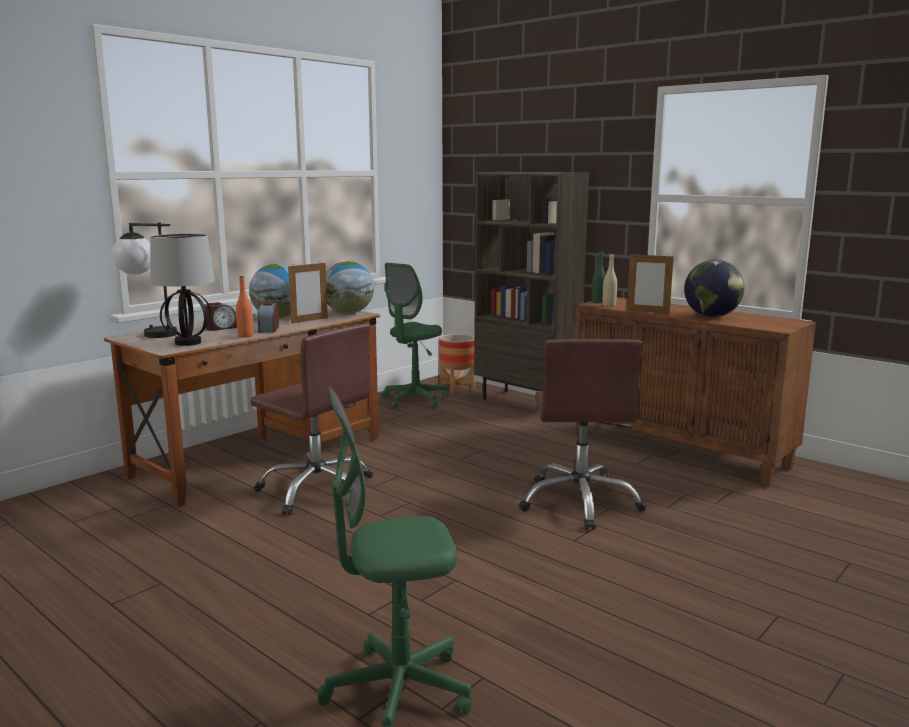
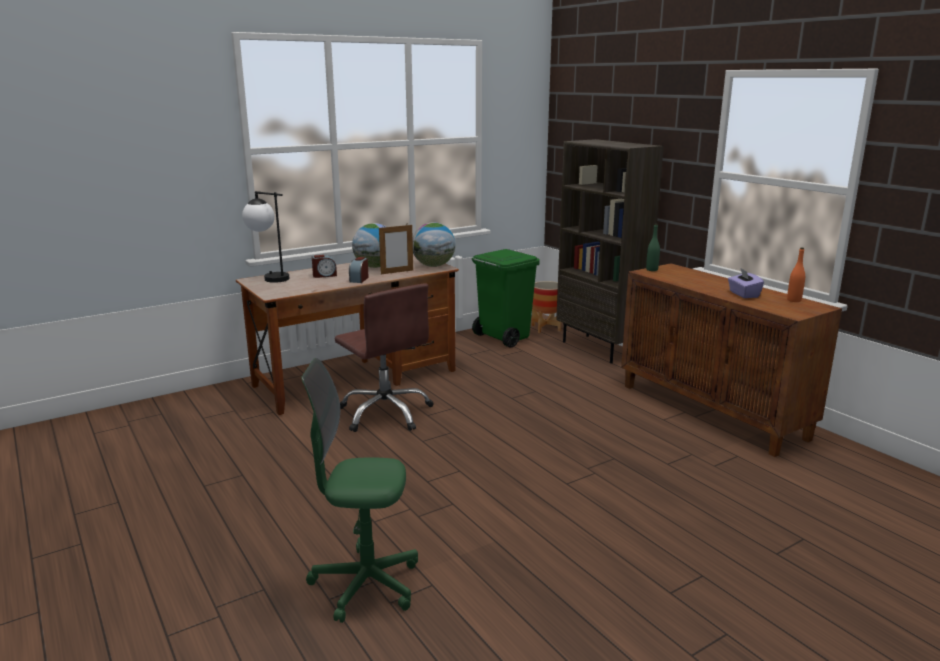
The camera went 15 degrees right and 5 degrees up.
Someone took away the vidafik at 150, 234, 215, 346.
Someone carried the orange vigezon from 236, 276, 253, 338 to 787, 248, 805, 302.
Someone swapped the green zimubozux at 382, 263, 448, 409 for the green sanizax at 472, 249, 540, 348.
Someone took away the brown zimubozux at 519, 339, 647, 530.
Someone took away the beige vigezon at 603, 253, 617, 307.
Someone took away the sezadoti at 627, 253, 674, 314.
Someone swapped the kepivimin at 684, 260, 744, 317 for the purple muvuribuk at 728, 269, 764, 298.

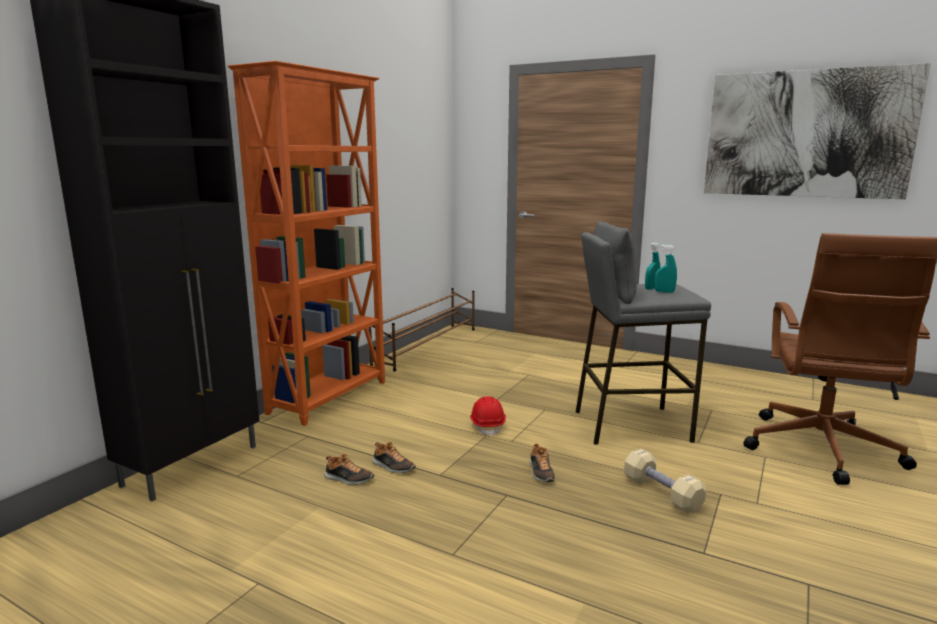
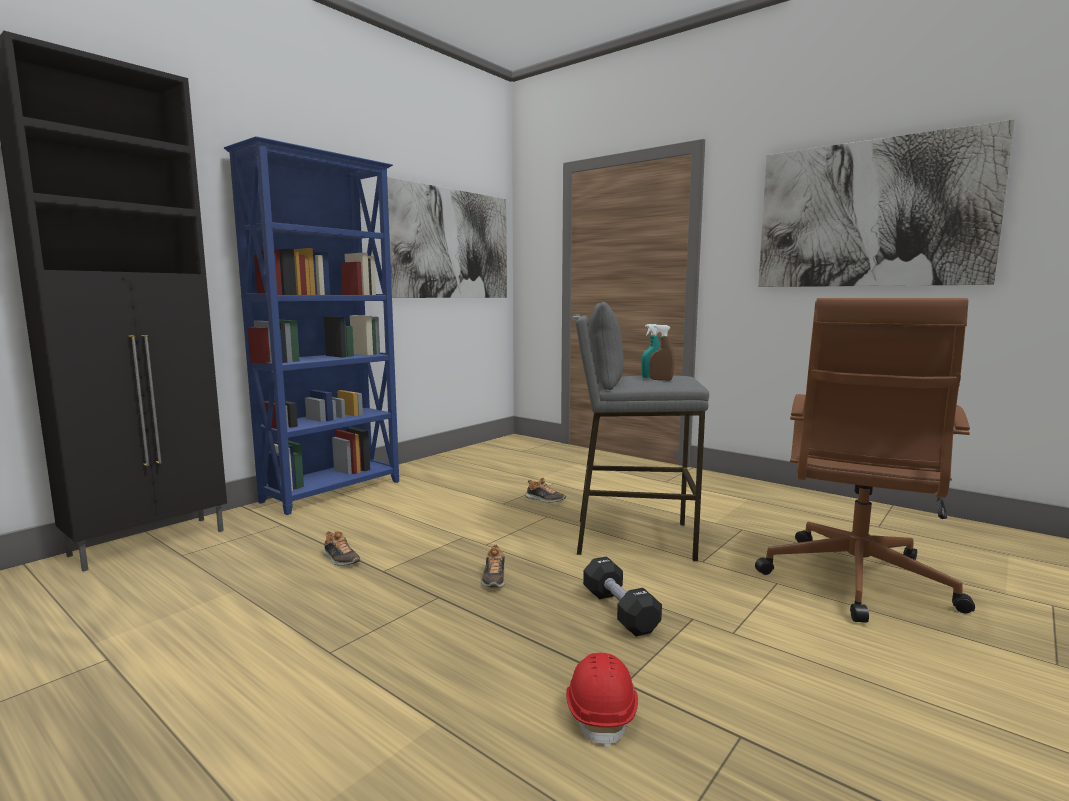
The camera went 10 degrees right and 5 degrees down.
Someone repainted the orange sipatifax at 228, 61, 385, 426, which became the blue sipatifax at 224, 136, 399, 515.
Someone carried the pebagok from 324, 453, 374, 485 to 525, 477, 566, 503.
Someone took away the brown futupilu at 368, 288, 475, 371.
Someone carried the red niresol from 470, 396, 506, 437 to 566, 652, 638, 748.
Someone repainted the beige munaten at 624, 448, 706, 514, which became the black munaten at 583, 557, 662, 636.
Someone repainted the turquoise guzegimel at 655, 245, 677, 293, which became the brown guzegimel at 649, 325, 674, 381.
Someone put up the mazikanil at 387, 177, 507, 298.

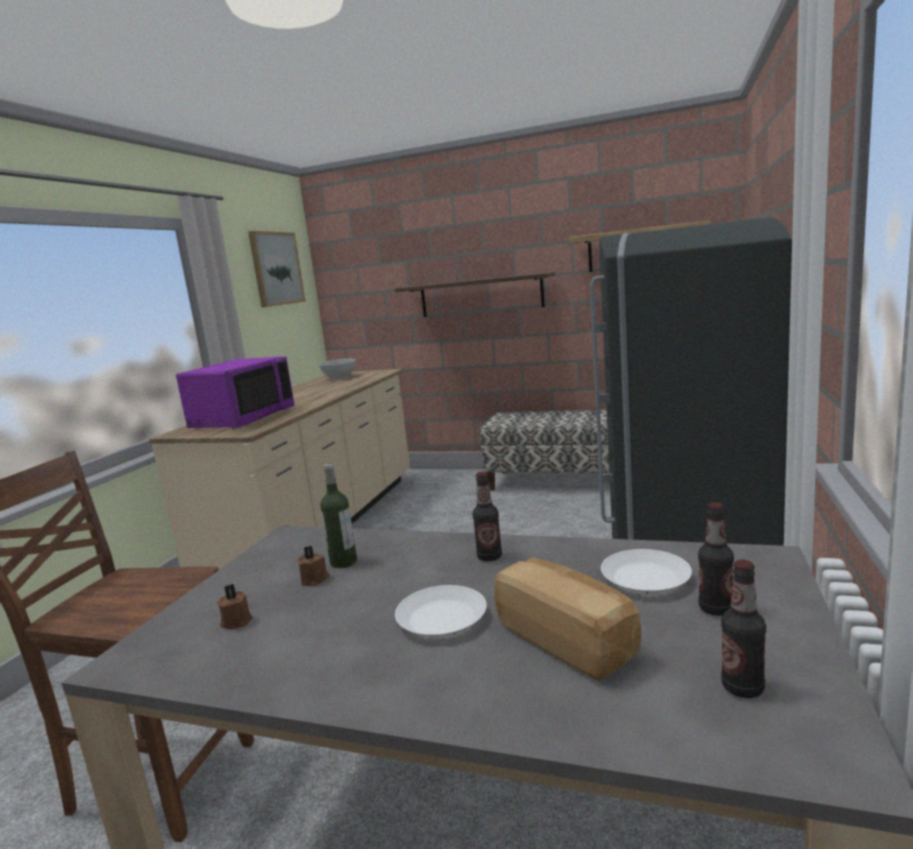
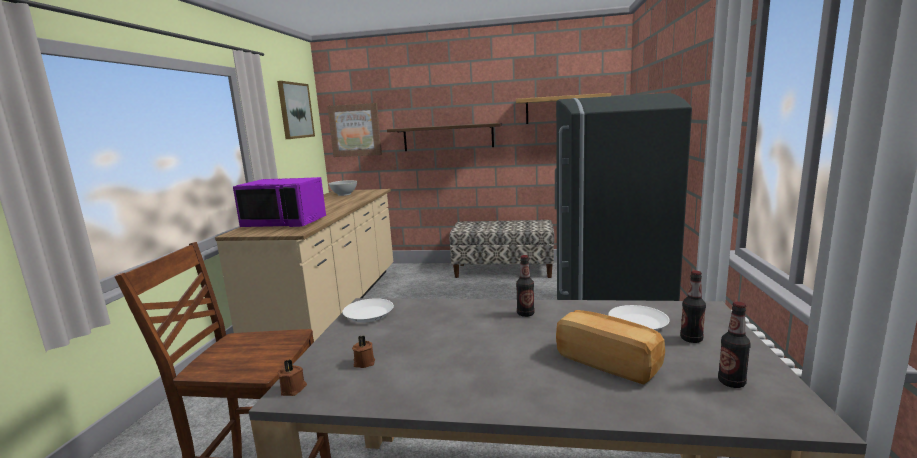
The camera went 10 degrees left and 0 degrees up.
Someone rotated the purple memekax at 176, 356, 295, 428 by 90 degrees clockwise.
Someone carried the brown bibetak from 297, 546, 330, 586 to 278, 359, 307, 396.
Someone took away the vigezon at 320, 464, 357, 568.
Someone carried the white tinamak from 395, 585, 487, 638 to 342, 298, 394, 322.
Someone put up the mazikanil at 327, 103, 382, 157.

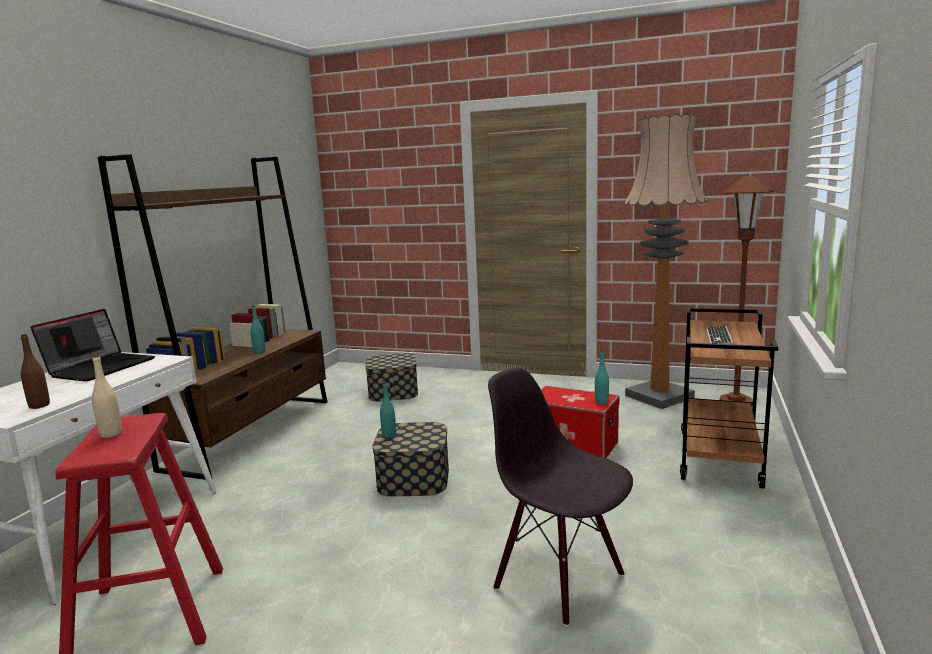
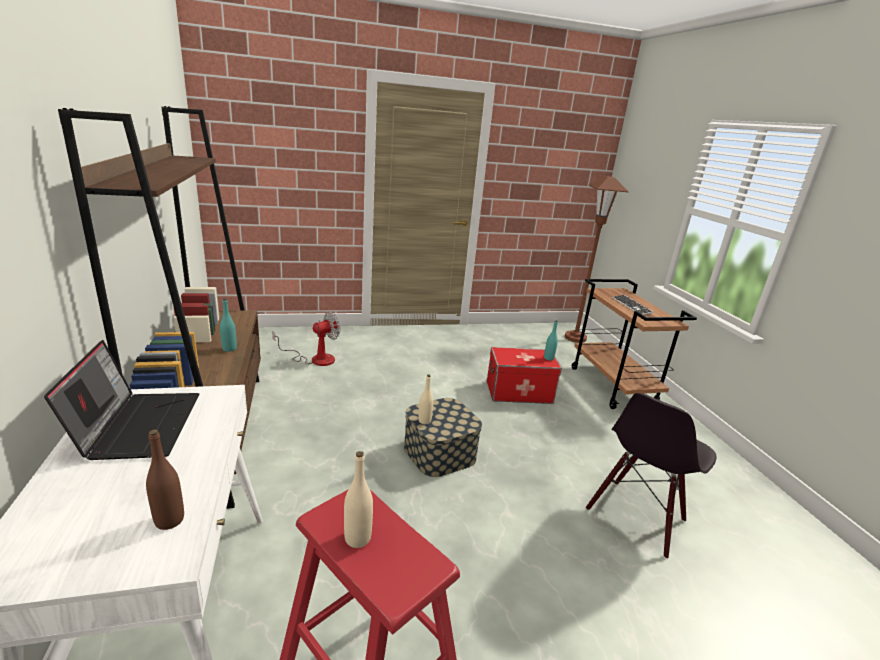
The camera went 35 degrees left and 10 degrees up.
Someone swapped the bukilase at 365, 353, 418, 401 for the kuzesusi at 272, 312, 340, 366.
Someone repainted the turquoise vigezon at 380, 382, 396, 438, which became the beige vigezon at 418, 374, 433, 424.
Someone rotated the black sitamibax at 488, 368, 633, 626 by 60 degrees counterclockwise.
Someone took away the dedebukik at 625, 113, 707, 409.

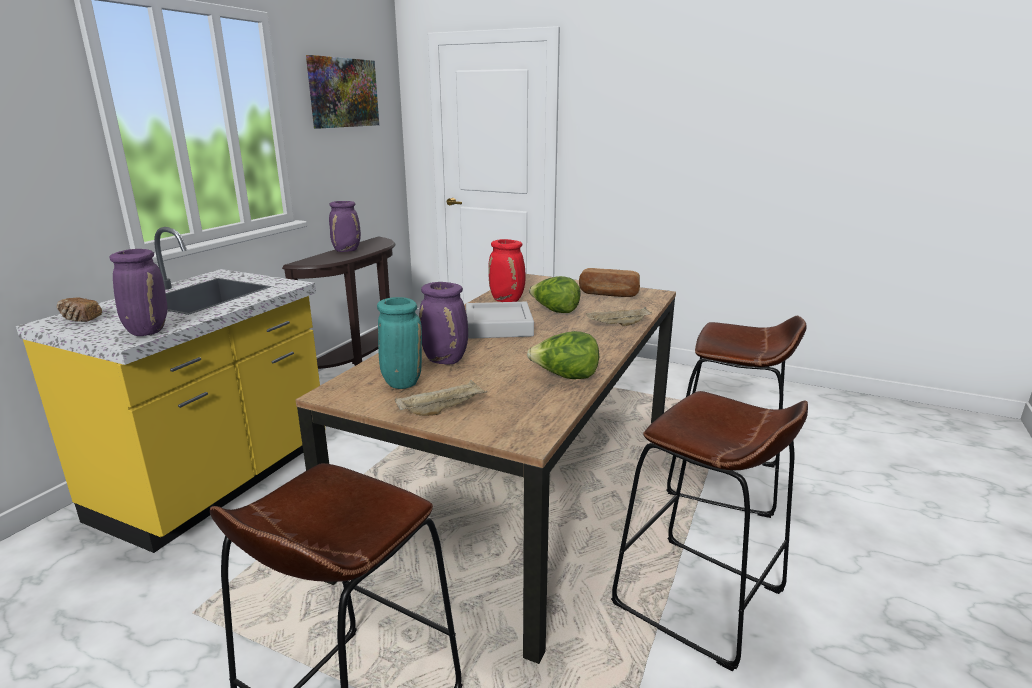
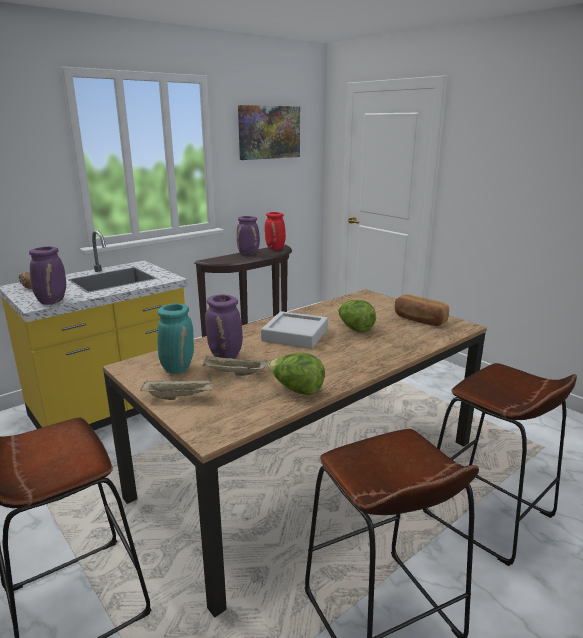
The camera went 25 degrees right and 0 degrees up.
Someone carried the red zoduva from 488, 239, 525, 302 to 265, 212, 286, 250.
Someone carried the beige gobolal from 586, 307, 652, 326 to 202, 355, 267, 376.

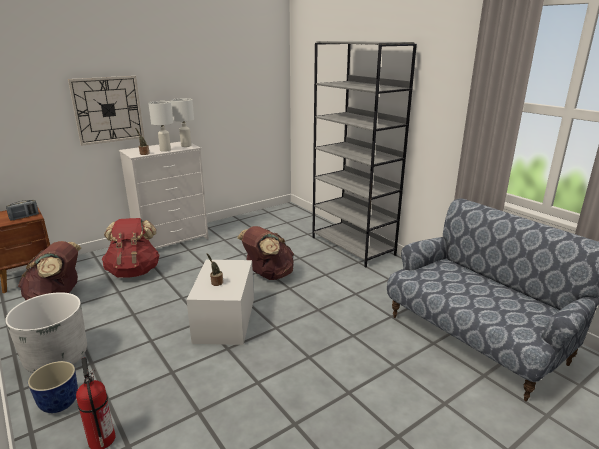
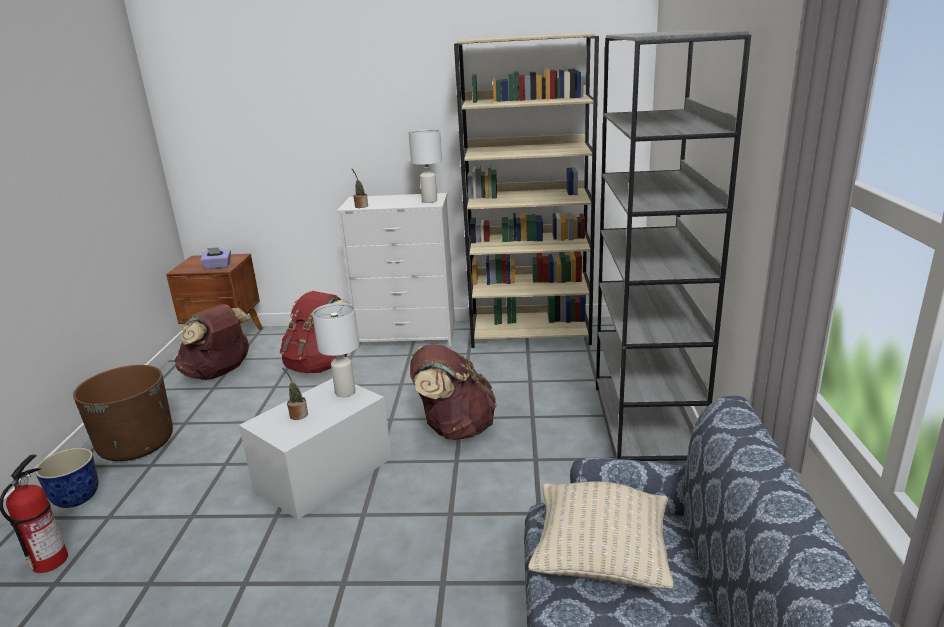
The camera went 40 degrees right and 0 degrees up.
Someone repainted the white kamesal at 5, 292, 87, 373, which became the brown kamesal at 73, 365, 173, 461.
Someone swapped the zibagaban at 6, 200, 39, 221 for the purple muvuribuk at 200, 247, 231, 269.
Someone took away the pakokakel at 68, 76, 144, 146.
Someone carried the white vidafik from 148, 101, 173, 152 to 312, 303, 359, 397.
Someone put down the beige sipatifax at 454, 33, 599, 348.
Someone put down the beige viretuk at 528, 482, 673, 588.

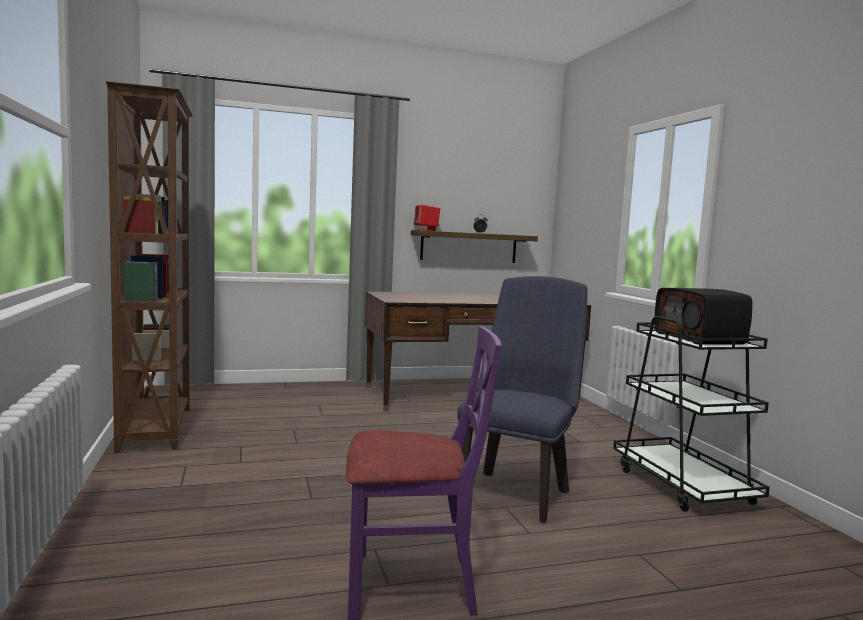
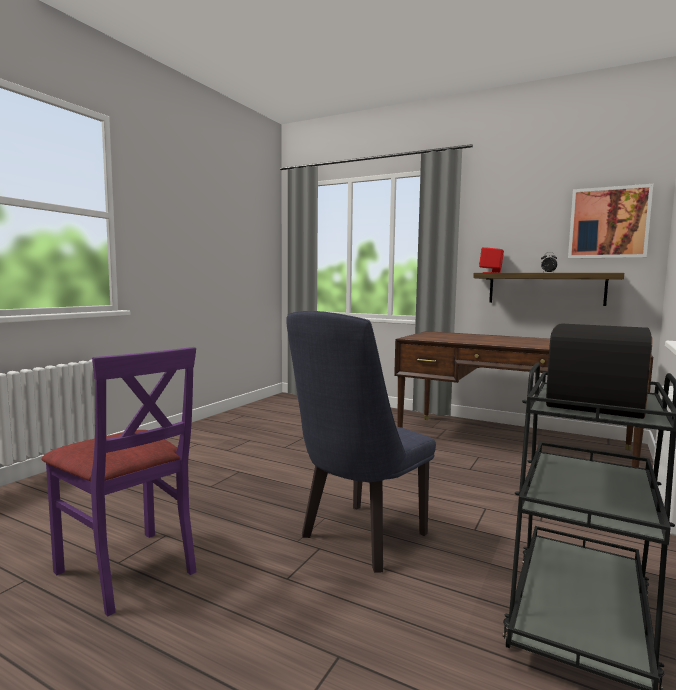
The camera went 45 degrees right and 0 degrees up.
Someone took away the brown sipatifax at 106, 81, 193, 453.
Someone rotated the blue sitamibax at 457, 276, 587, 523 by 150 degrees clockwise.
Someone put up the mazikanil at 568, 184, 653, 259.

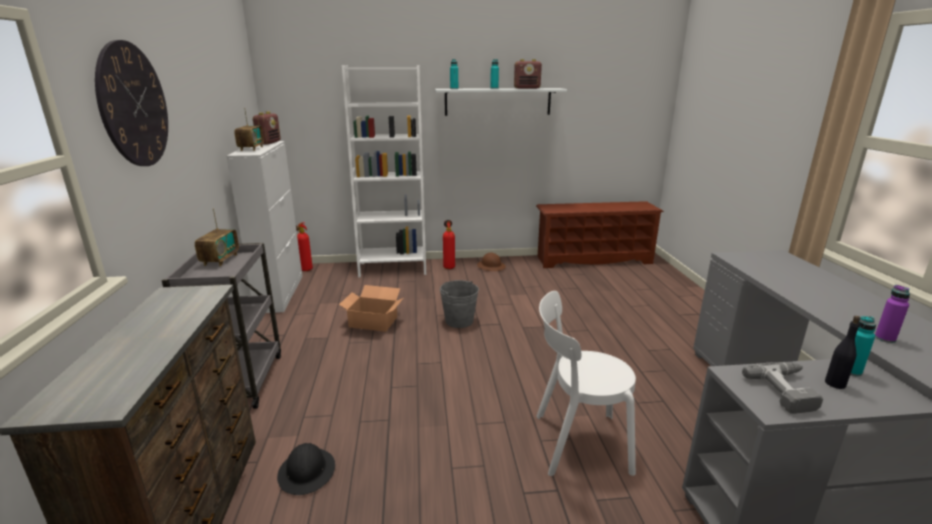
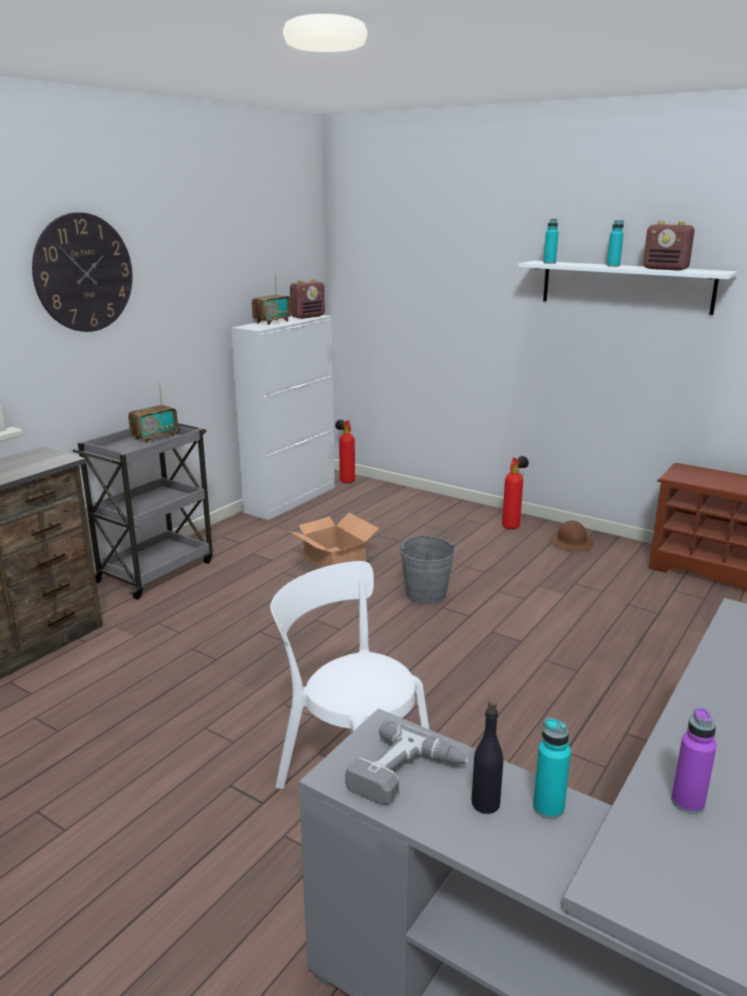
The camera went 40 degrees right and 0 degrees up.
Someone took away the black niresol at 277, 443, 335, 495.
Someone took away the white sipatifax at 342, 65, 426, 277.

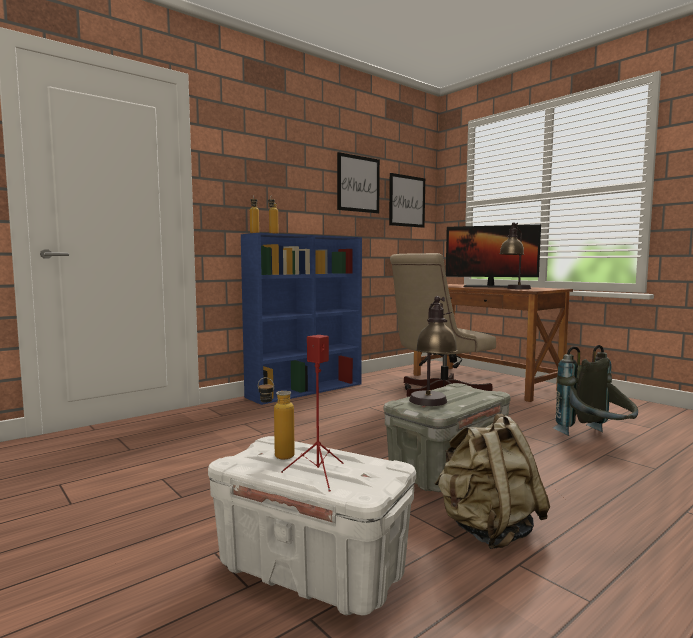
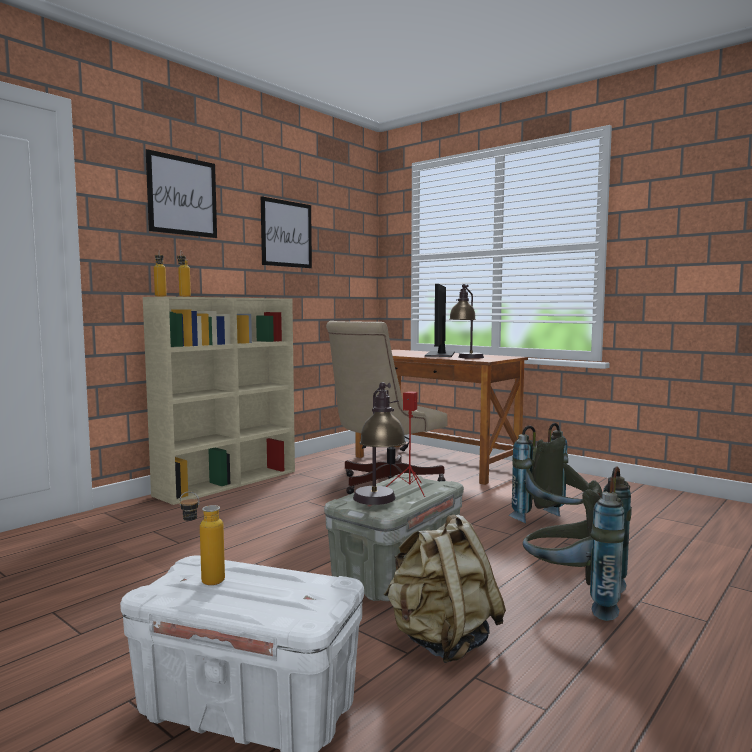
The camera went 10 degrees left and 0 degrees up.
Someone repainted the blue sipatifax at 241, 233, 362, 405, which became the beige sipatifax at 143, 296, 295, 505.
Someone carried the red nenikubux from 281, 335, 344, 491 to 386, 391, 425, 497.
Someone carried the mazikanil from 389, 173, 425, 228 to 146, 149, 217, 238.
Someone rotated the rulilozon at 446, 224, 541, 288 by 90 degrees clockwise.
Someone put down the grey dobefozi at 523, 466, 632, 621.

